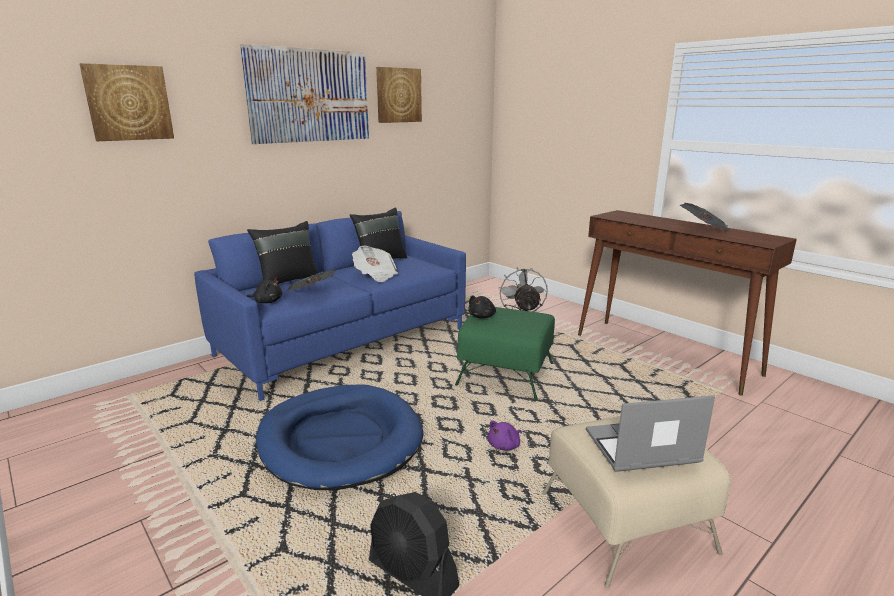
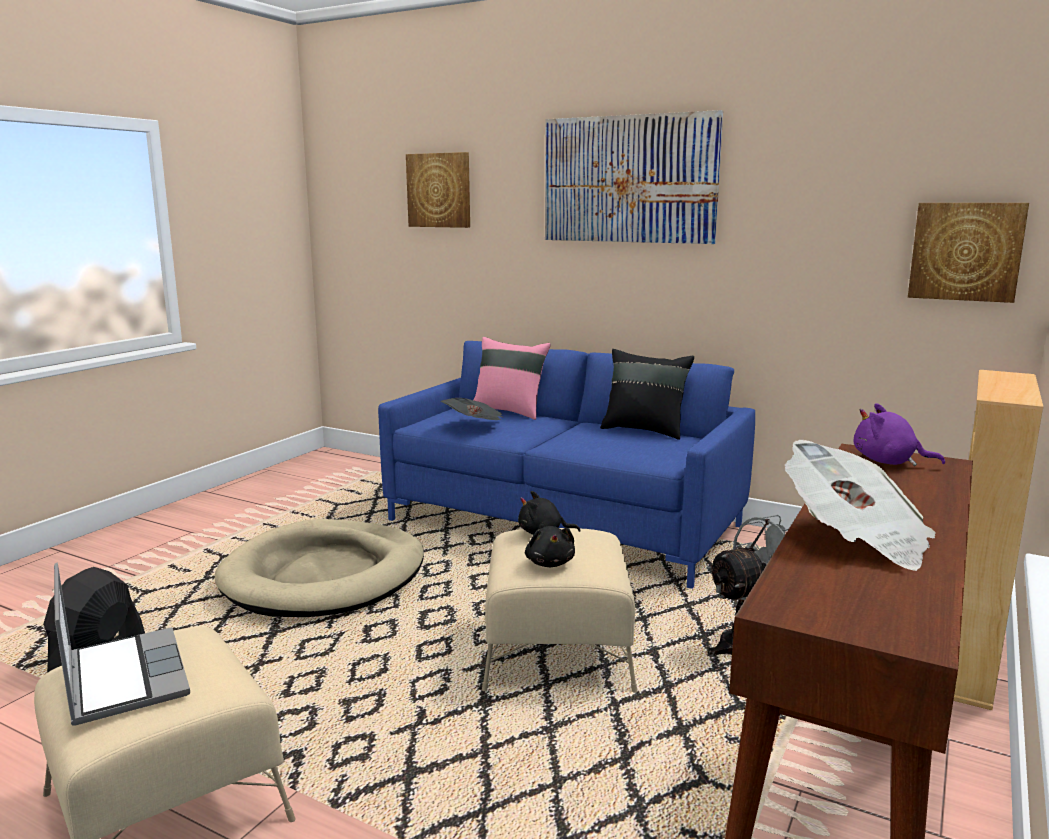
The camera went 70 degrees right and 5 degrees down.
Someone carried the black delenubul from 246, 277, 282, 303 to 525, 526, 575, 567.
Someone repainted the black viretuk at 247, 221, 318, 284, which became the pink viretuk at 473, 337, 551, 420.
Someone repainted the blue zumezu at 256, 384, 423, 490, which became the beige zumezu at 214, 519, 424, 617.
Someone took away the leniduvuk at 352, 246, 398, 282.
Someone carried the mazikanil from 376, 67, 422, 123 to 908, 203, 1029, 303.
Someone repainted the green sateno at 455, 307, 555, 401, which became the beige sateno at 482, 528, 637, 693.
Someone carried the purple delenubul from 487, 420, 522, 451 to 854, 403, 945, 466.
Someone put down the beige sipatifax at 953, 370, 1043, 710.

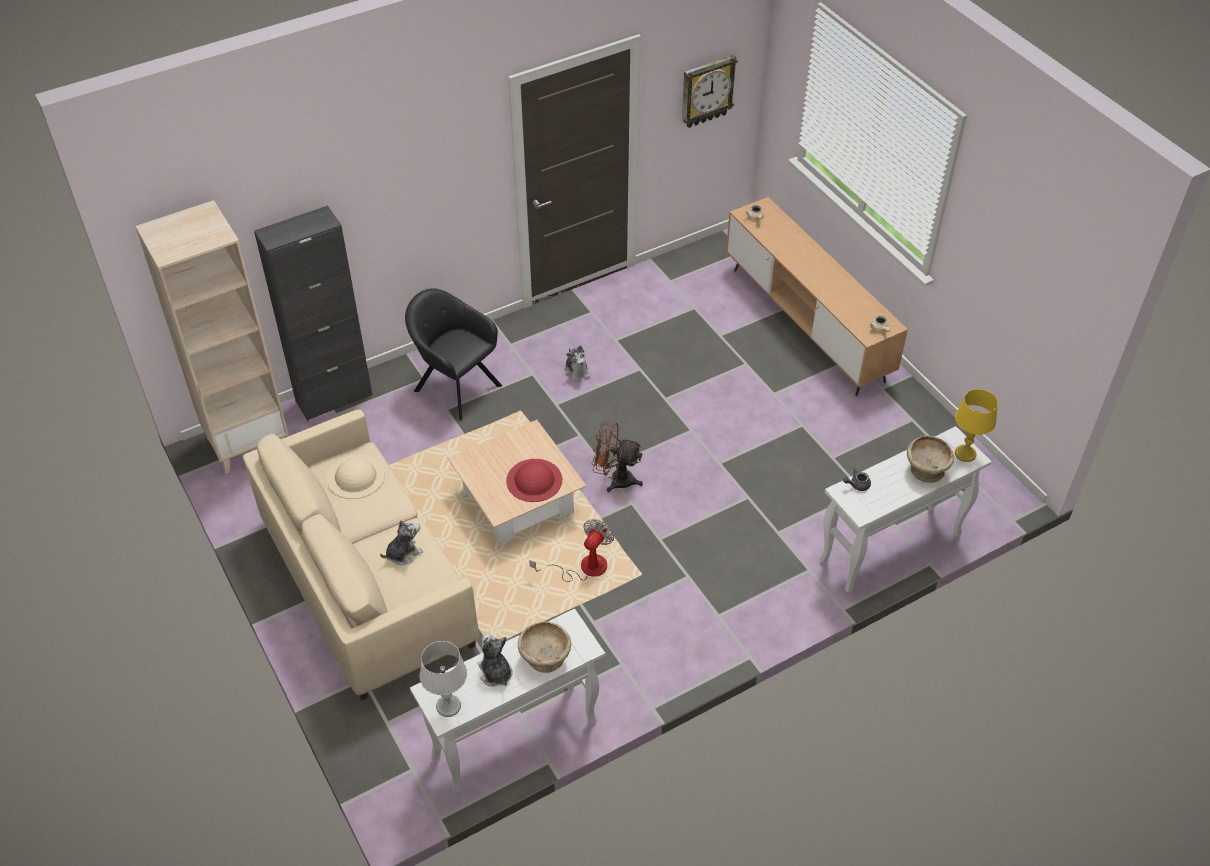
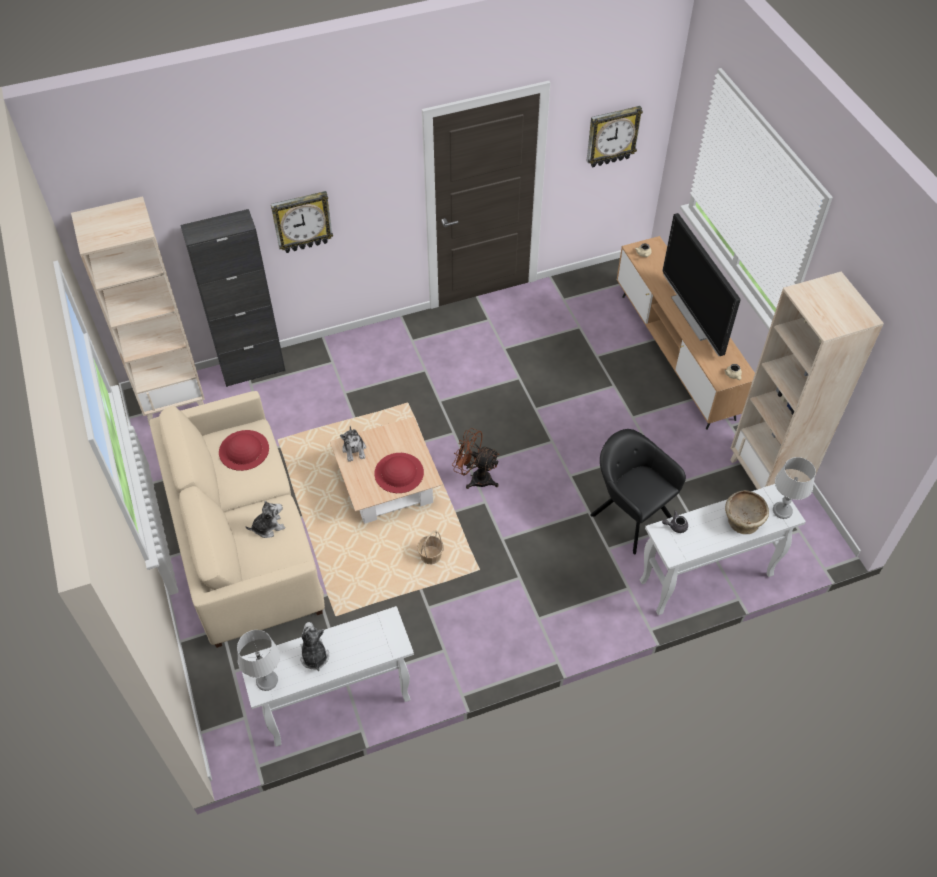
The camera went 10 degrees right and 5 degrees up.
Someone repainted the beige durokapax at 327, 455, 385, 499, which became the red durokapax at 219, 430, 269, 471.
Someone carried the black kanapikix from 405, 288, 502, 420 to 590, 429, 686, 555.
Someone took away the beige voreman at 518, 621, 571, 673.
Someone swapped the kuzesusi at 529, 519, 614, 582 for the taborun at 417, 530, 444, 564.
Someone carried the delenubul from 565, 345, 590, 383 to 340, 426, 366, 462.
Someone repainted the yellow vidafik at 955, 389, 998, 462, which became the grey vidafik at 773, 457, 816, 519.
Someone put up the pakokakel at 271, 191, 333, 253.
Someone put down the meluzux at 662, 213, 741, 356.
Someone put down the beige sipatifax at 731, 272, 884, 490.

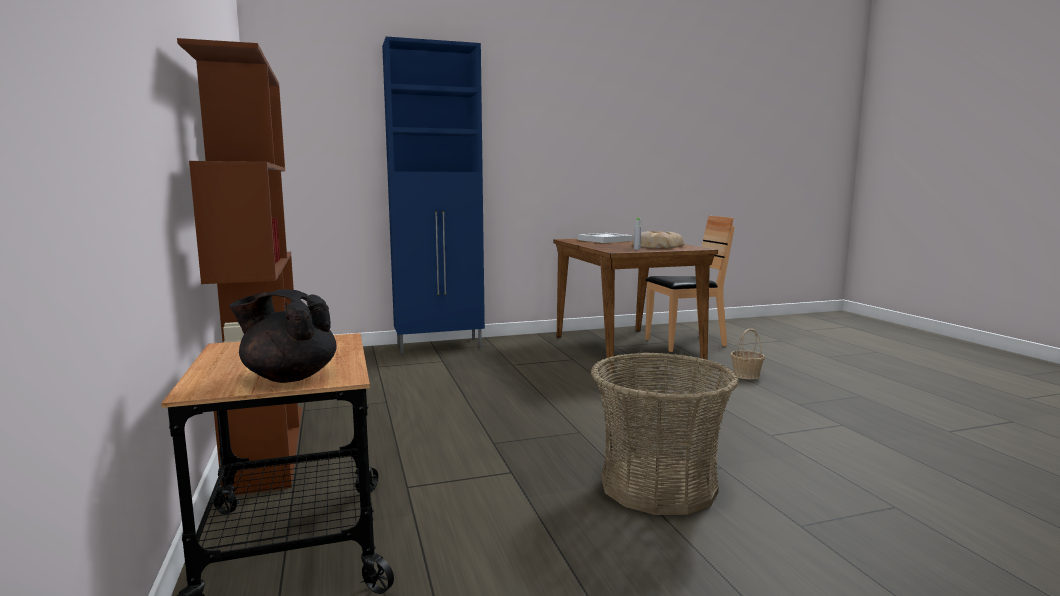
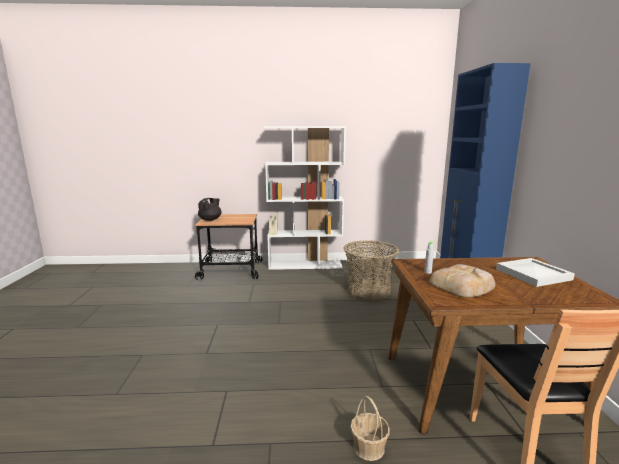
The camera went 105 degrees right and 5 degrees up.
Someone repainted the brown sipatifax at 177, 38, 302, 497, which became the white sipatifax at 264, 126, 346, 270.
Someone carried the taborun from 591, 352, 739, 515 to 343, 241, 399, 301.

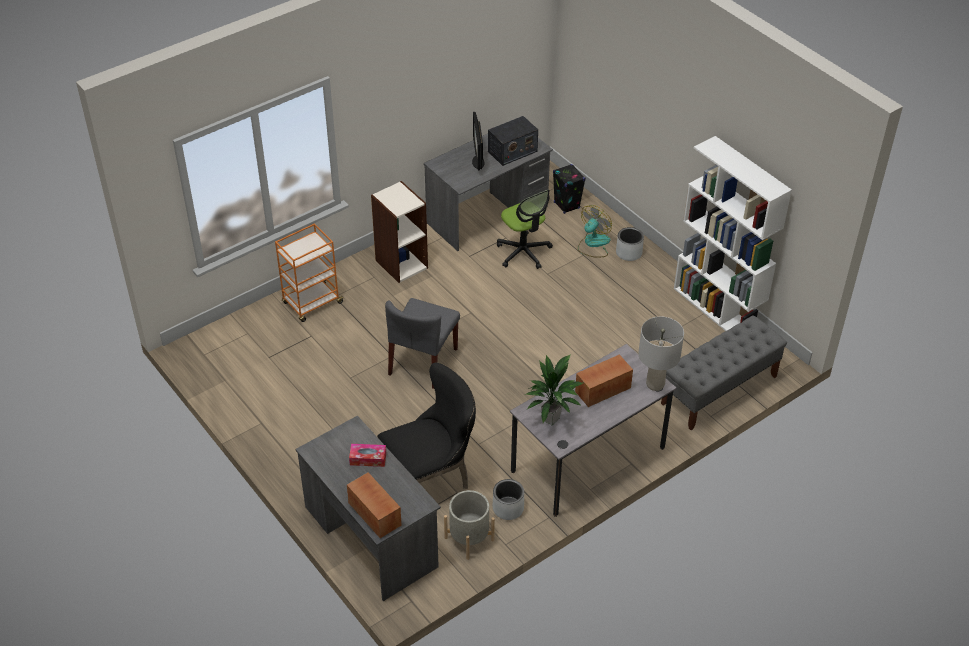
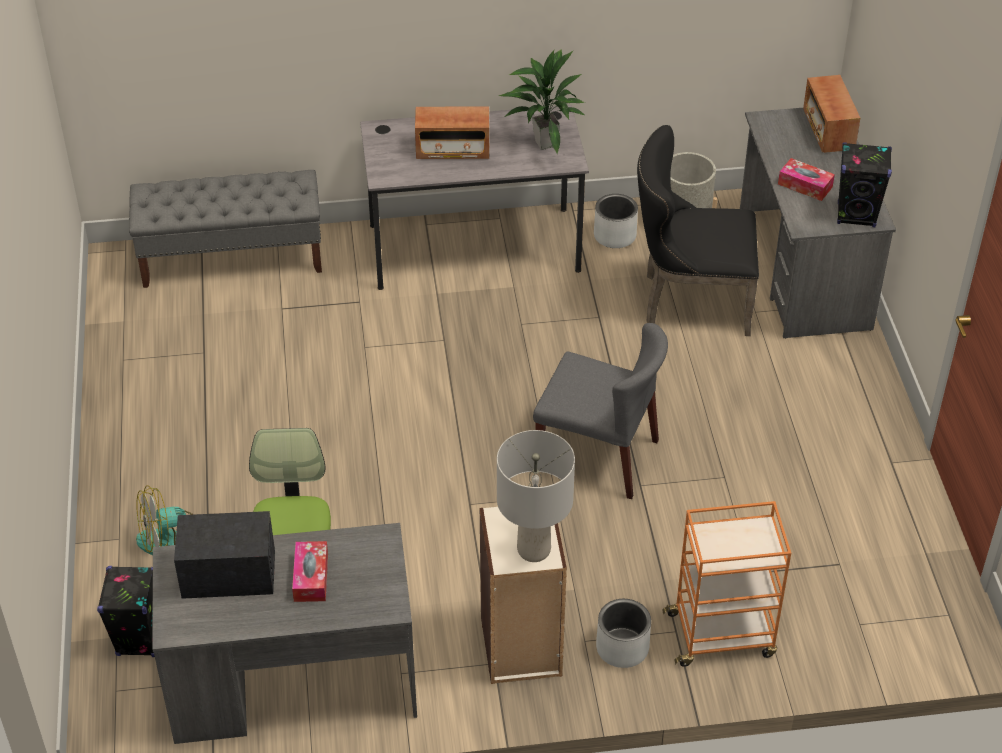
The camera went 150 degrees left and 0 degrees up.
Someone rotated the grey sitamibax at 385, 298, 460, 389 by 60 degrees clockwise.
Someone swapped the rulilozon at 472, 112, 485, 170 for the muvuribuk at 292, 541, 328, 602.
Someone carried the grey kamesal from 616, 227, 644, 261 to 596, 599, 651, 668.
Someone carried the grey vidafik from 638, 317, 684, 391 to 497, 430, 575, 562.
Someone took away the white sipatifax at 674, 136, 792, 331.
Someone put down the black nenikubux at 837, 142, 892, 227.

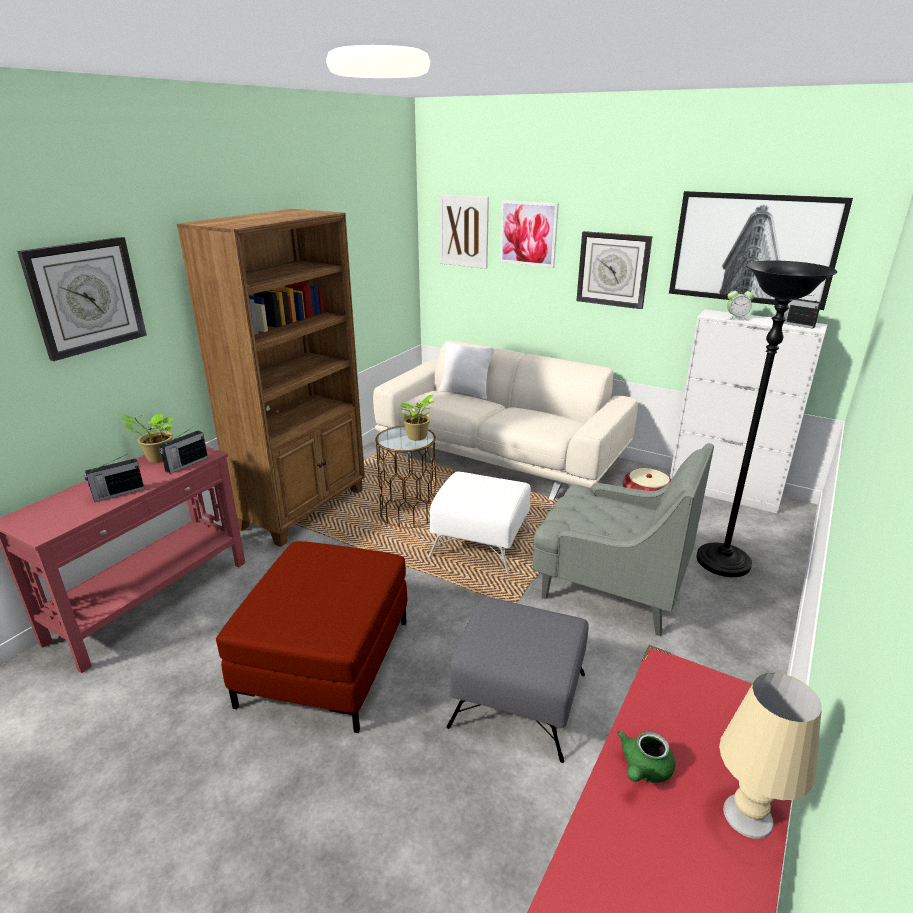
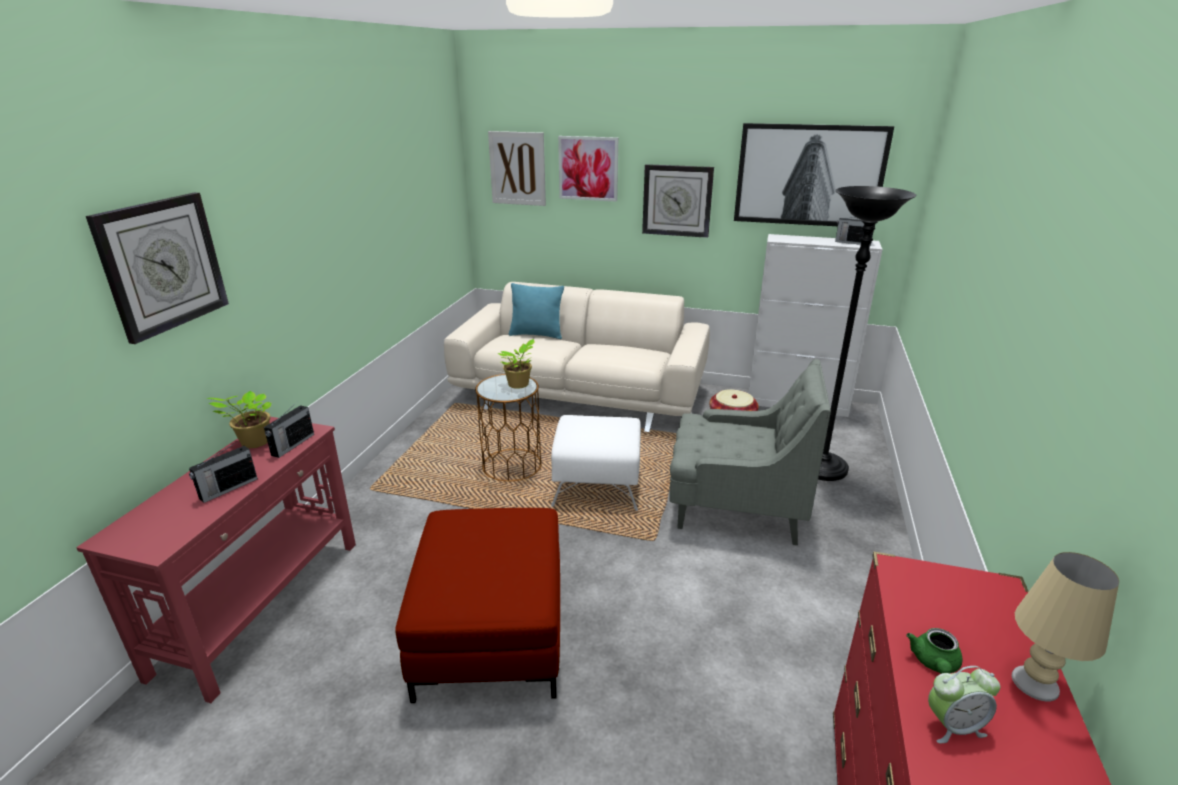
The camera went 15 degrees left and 0 degrees up.
Someone took away the brown sipatifax at 177, 209, 365, 547.
Someone repainted the white viretuk at 439, 341, 494, 400, which became the turquoise viretuk at 509, 283, 564, 339.
Someone took away the grey sateno at 446, 597, 588, 763.
Someone carried the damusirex from 727, 287, 754, 320 to 928, 666, 1000, 743.

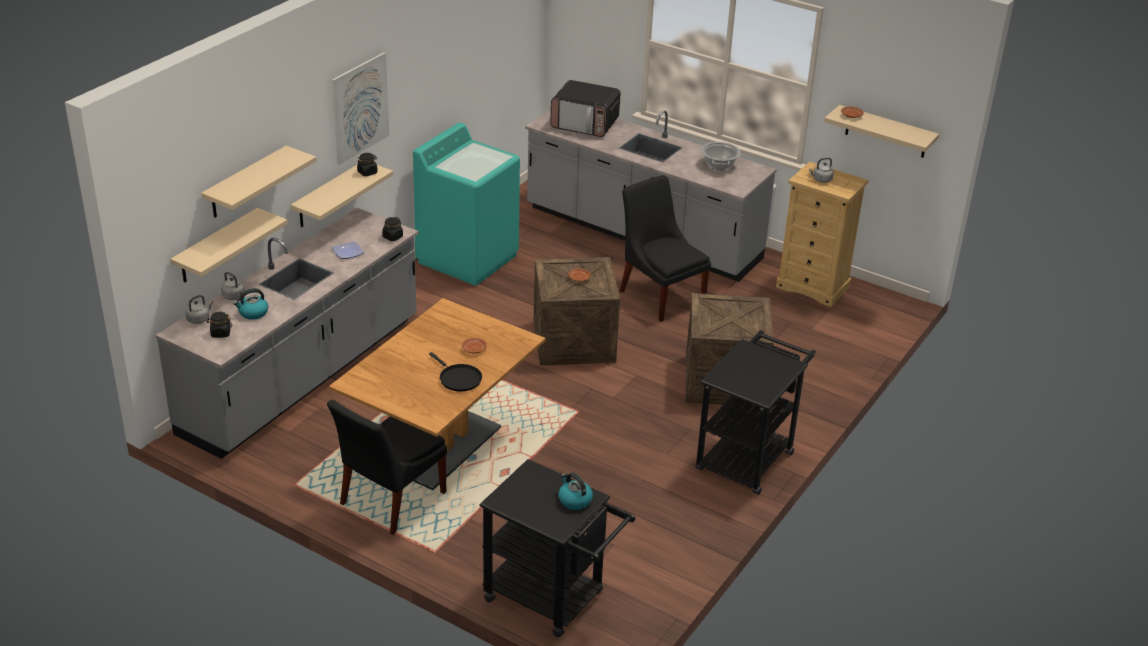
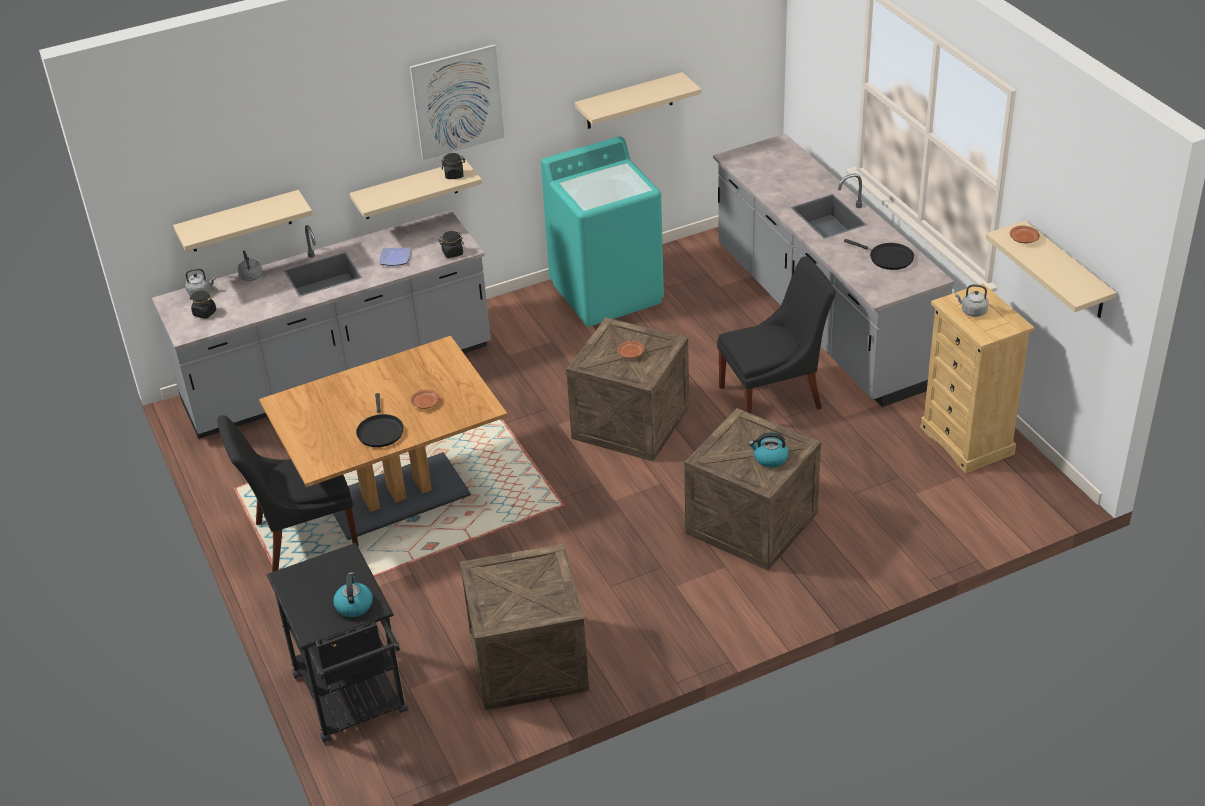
The camera went 35 degrees right and 5 degrees up.
Someone carried the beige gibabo from 201, 146, 317, 218 to 575, 72, 701, 129.
Someone carried the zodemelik from 233, 288, 268, 320 to 749, 432, 789, 468.
Someone took away the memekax at 550, 80, 620, 137.
Someone rotated the black sitamibax at 620, 175, 711, 322 by 75 degrees clockwise.
Someone took away the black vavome at 695, 330, 816, 495.
Someone swapped the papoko at 701, 142, 741, 170 for the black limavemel at 844, 239, 914, 270.
Someone put down the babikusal at 460, 543, 589, 711.

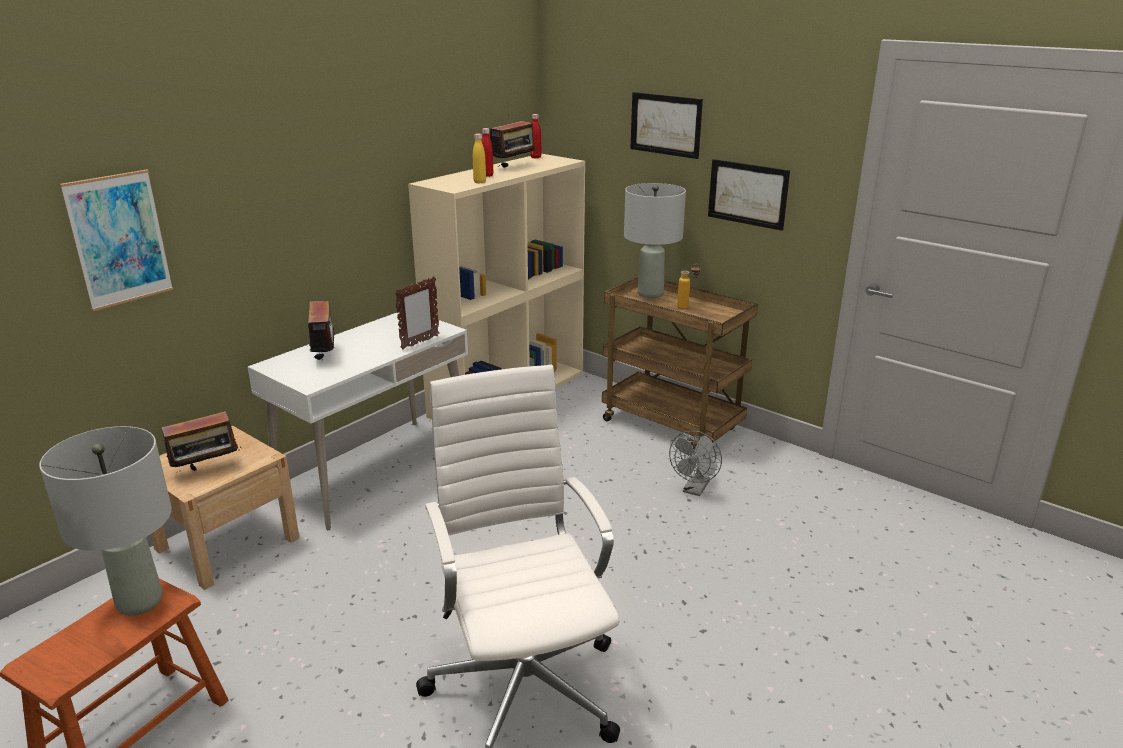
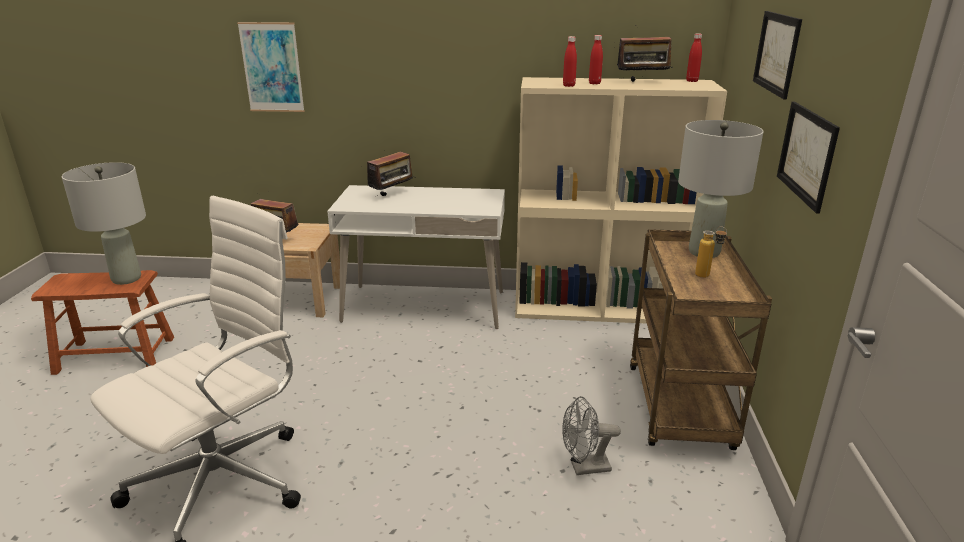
The camera went 55 degrees right and 0 degrees up.
Someone took away the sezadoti at 395, 276, 439, 350.
Someone repainted the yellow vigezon at 473, 134, 486, 184, which became the red vigezon at 563, 36, 577, 87.

